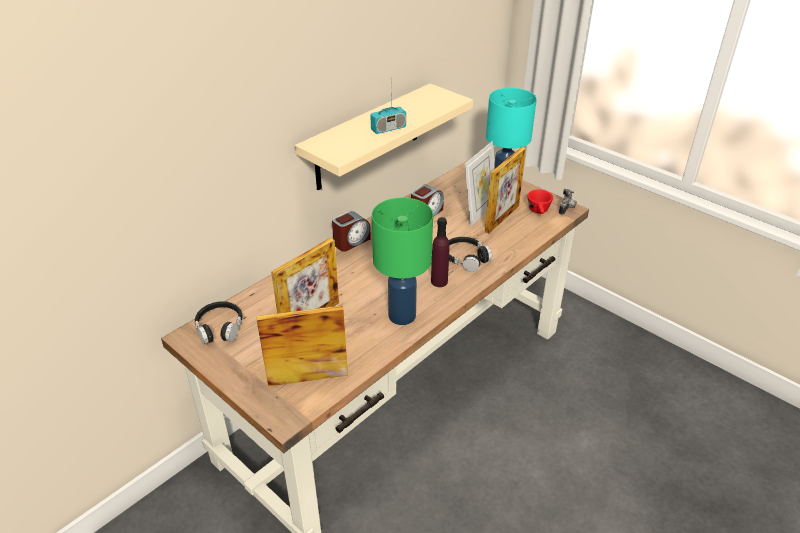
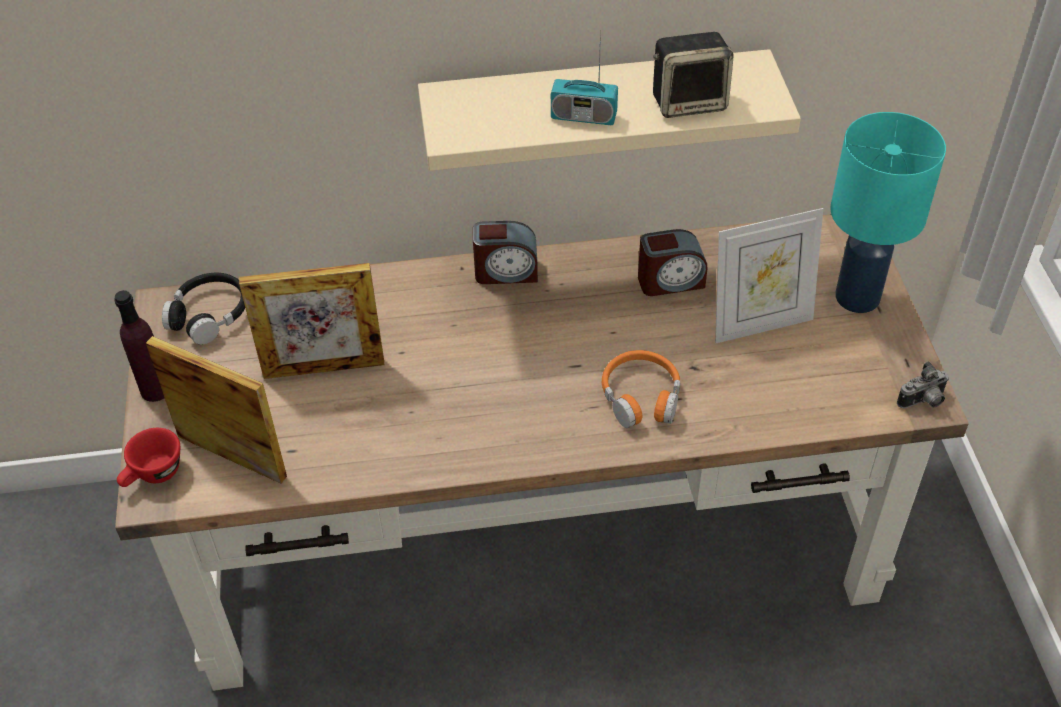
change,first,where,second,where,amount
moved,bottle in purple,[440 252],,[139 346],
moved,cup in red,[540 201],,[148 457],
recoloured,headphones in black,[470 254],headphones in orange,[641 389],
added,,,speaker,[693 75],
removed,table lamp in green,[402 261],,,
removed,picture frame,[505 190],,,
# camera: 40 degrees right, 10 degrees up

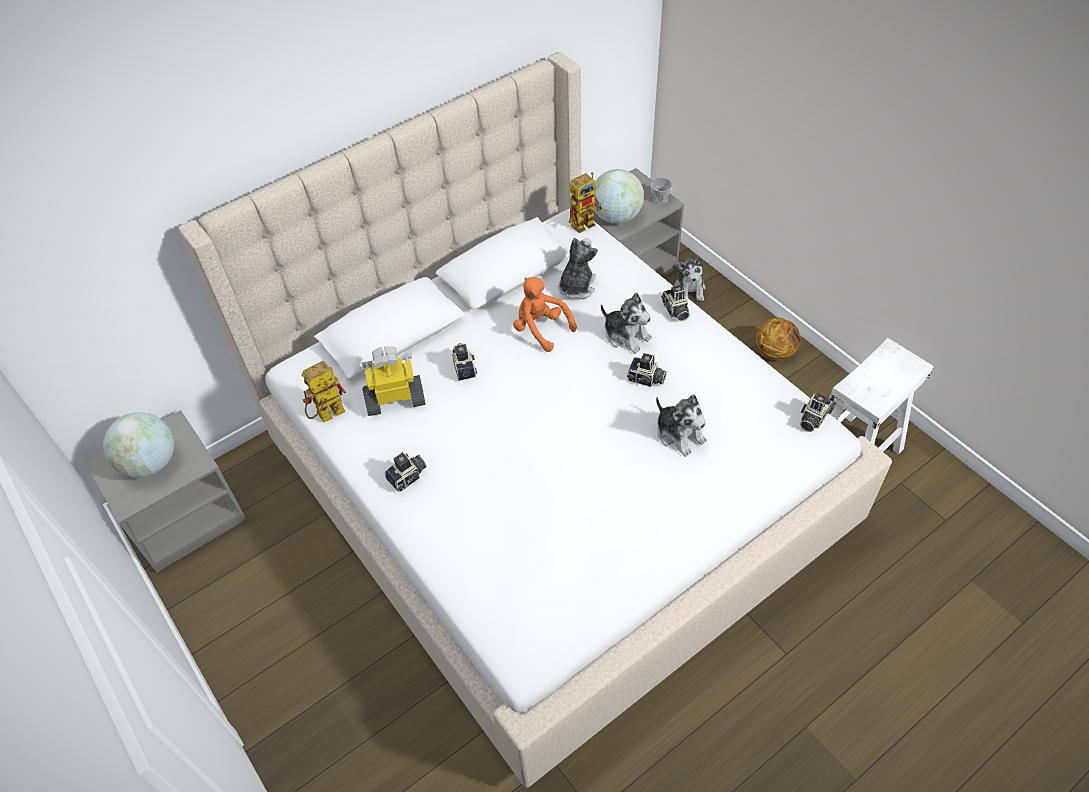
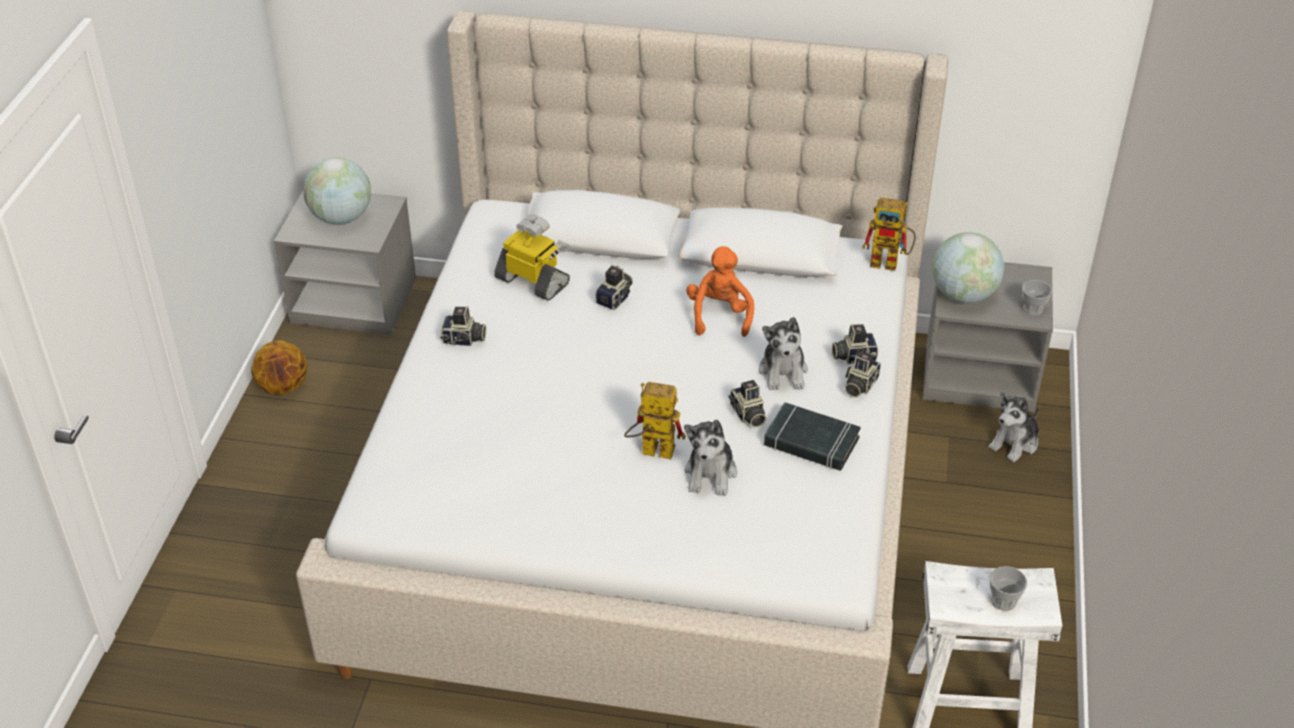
change,first,where,second,where,amount
moved,basketball,[778 339],,[279 367],
moved,toy robot,[324 392],,[654 420],
added,,,book in black,[812 436],
moved,photo camera,[816 412],,[855 344],
added,,,cup,[1008 588],
removed,plush toy,[578 268],,,
# camera: 45 degrees right, 10 degrees down

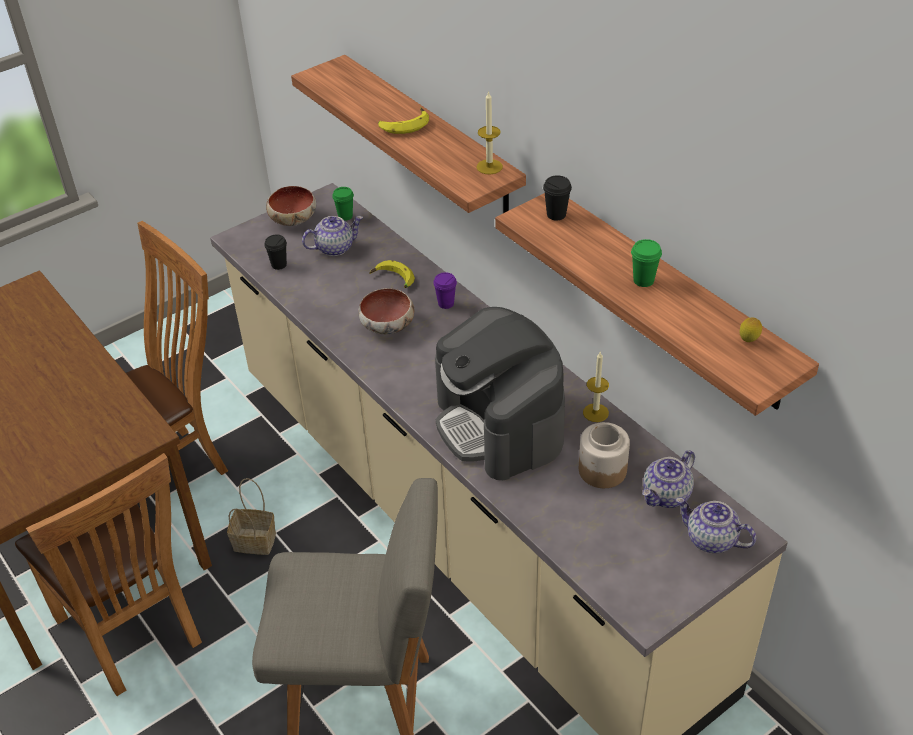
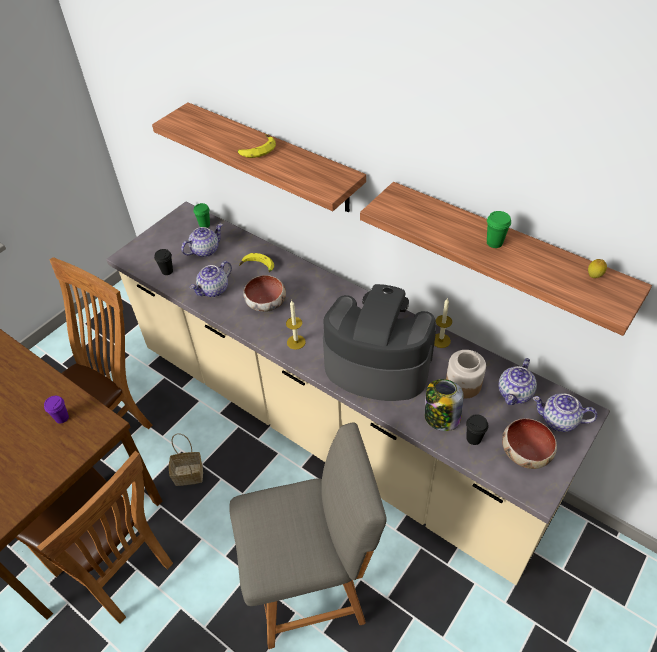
change,first,where,second,where,amount
moved,cup in purple,[445 290],,[56 410],
added,,,teapot,[210 279],
moved,candle,[489 132],,[296 325],
turned,coffee machine,[500 393],,[379 342],150 degrees clockwise
added,,,jar,[444 405],
moved,cup in black,[557 198],,[477 429],
moved,bowl,[291 206],,[529 443],
# camera: 15 degrees left, 5 degrees up

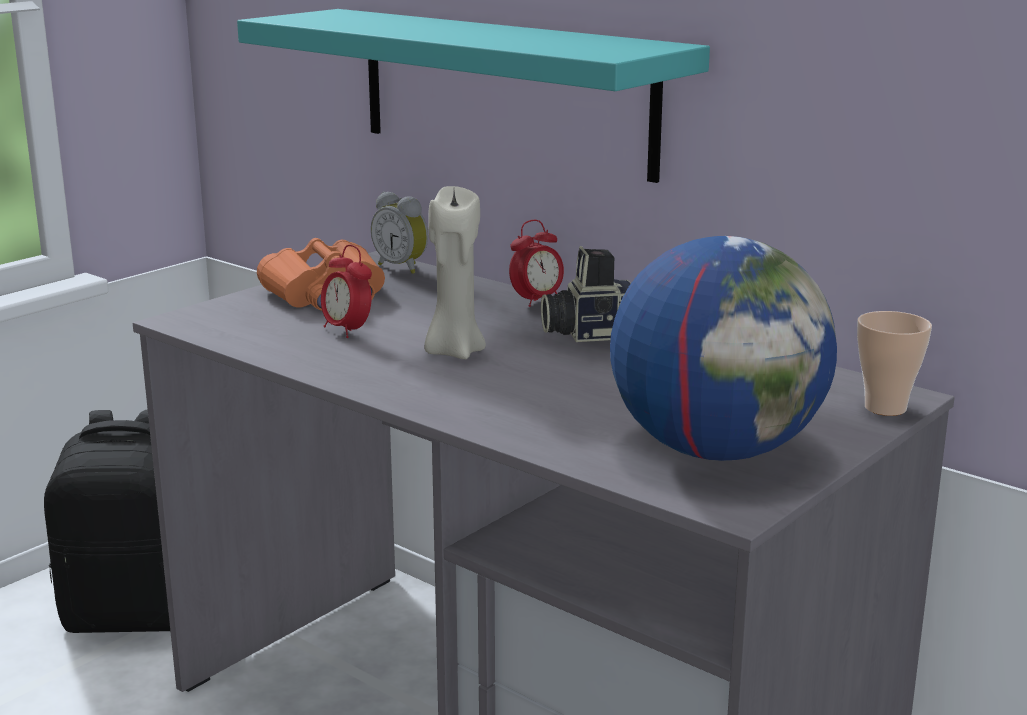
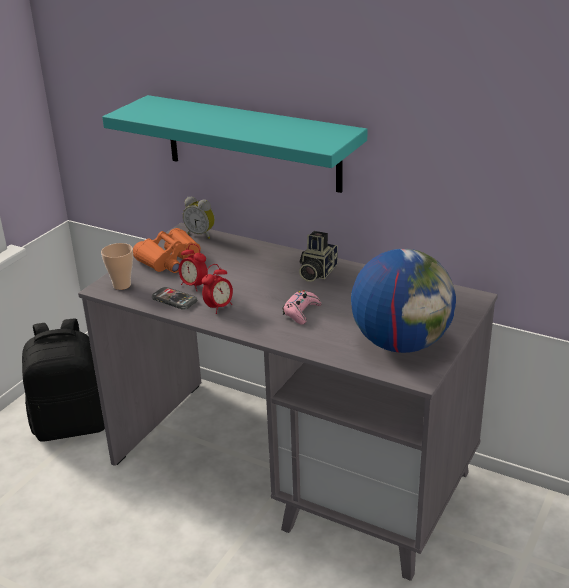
change,first,where,second,where,amount
moved,cup,[894 363],,[117 266],
added,,,phone,[174 298],
moved,alarm clock,[536 263],,[217 289],
added,,,game controller in pink,[301 307],
turned,photo camera,[586 294],,[318 256],45 degrees counterclockwise
removed,candle in beige,[455 272],,,
# camera: 10 degrees left, 10 degrees up

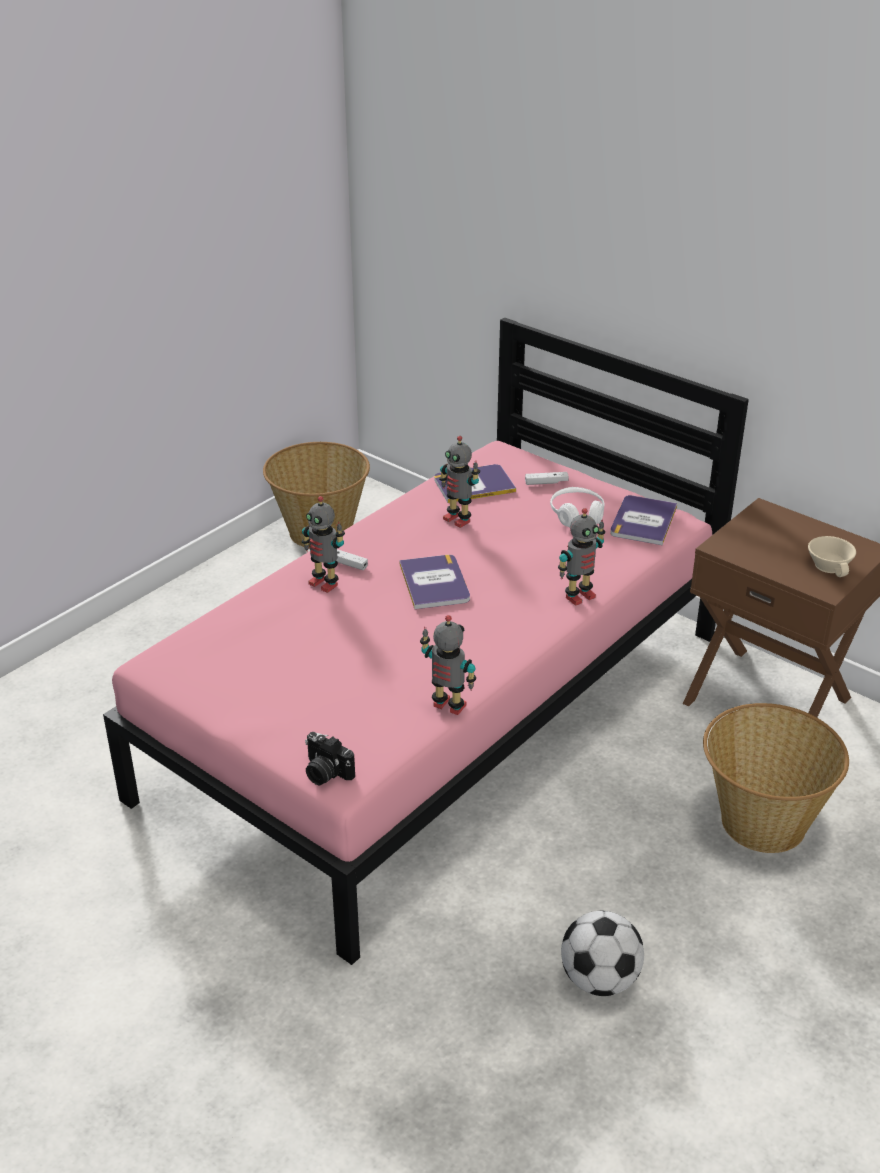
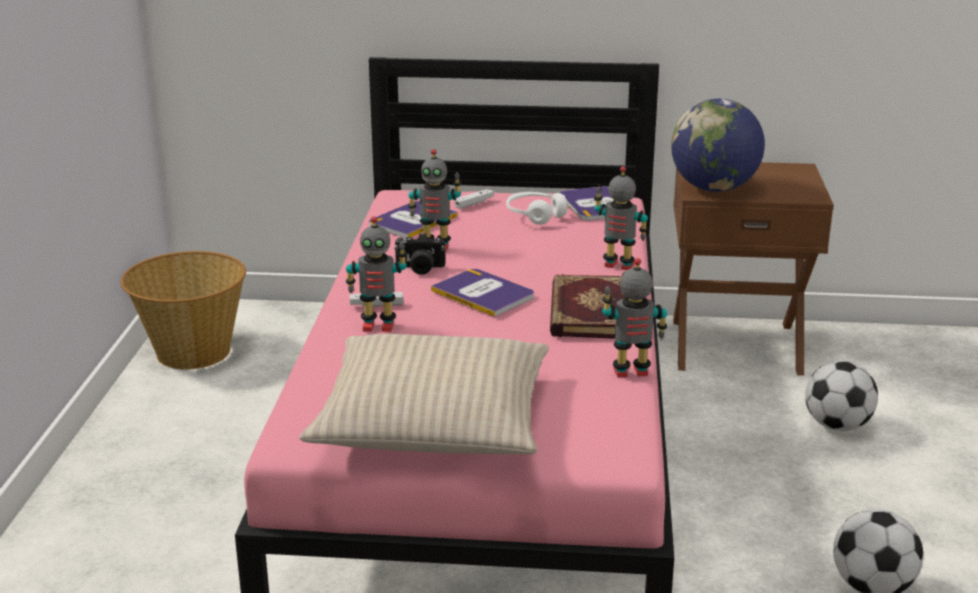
change,first,where,second,where,amount
added,,,pillow in beige,[424 394],
moved,photo camera,[330 758],,[419 254],
added,,,book,[588 306],
turned,toy robot,[581 557],,[621 218],90 degrees counterclockwise
added,,,globe,[718 145],
replaced,basket,[776 778],football,[841 396],
removed,cup in beige,[832 556],,,
# camera: 35 degrees left, 10 degrees down

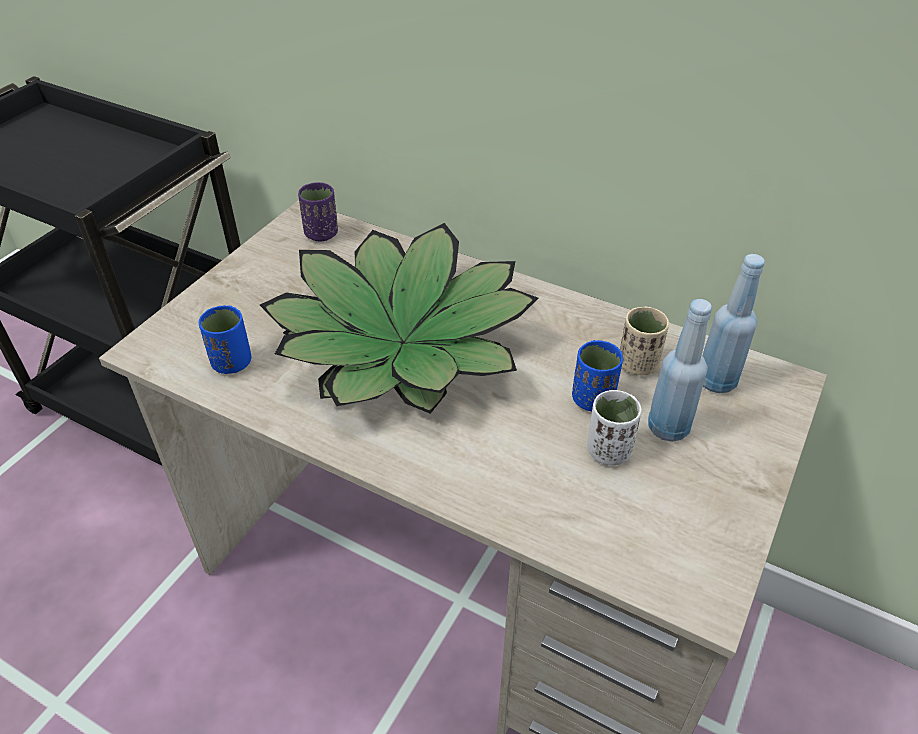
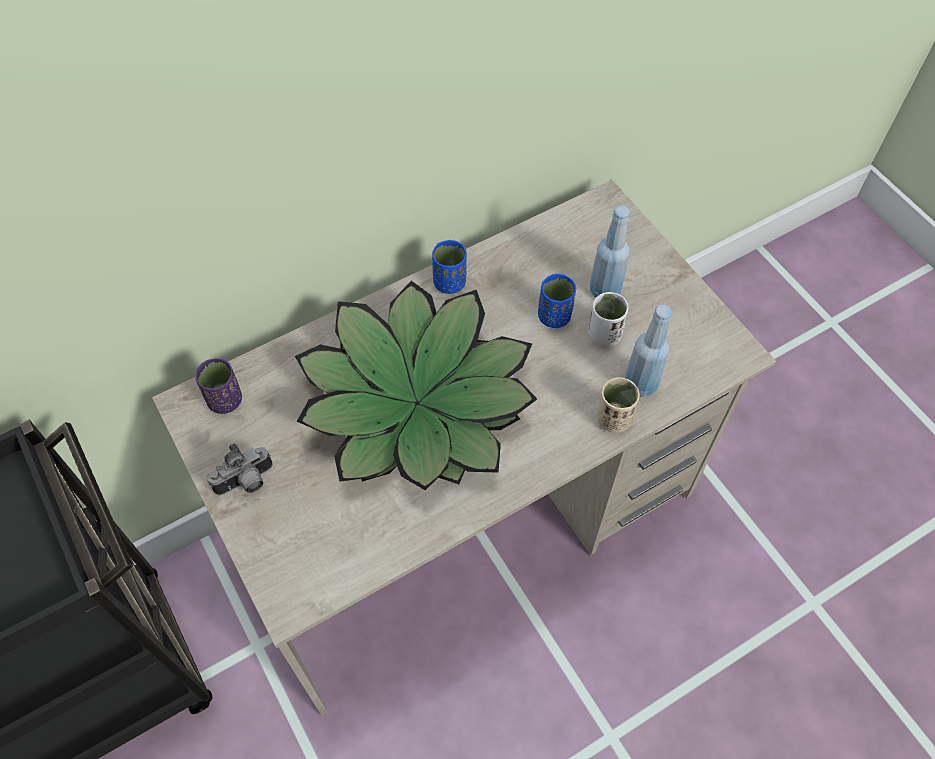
change,first,where,second,where,amount
added,,,photo camera,[239 469],
moved,cup in blue,[225 339],,[449 267],
moved,cup in beige,[644 340],,[618 405],
moved,bottle in blue,[733 323],,[648 351],
# camera: 60 degrees left, 15 degrees up

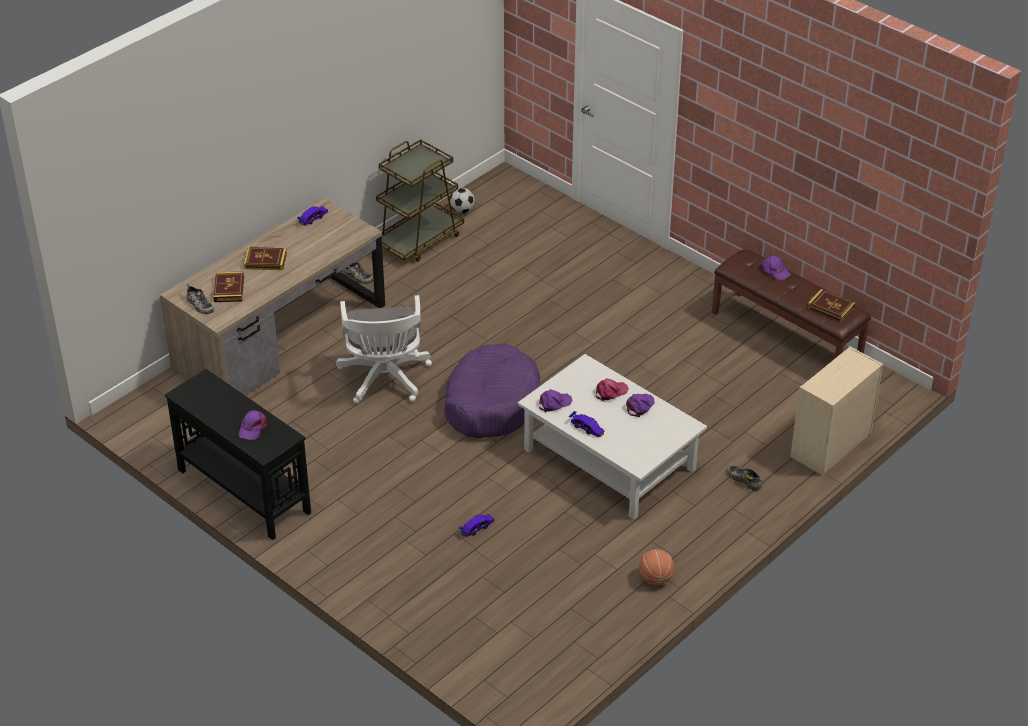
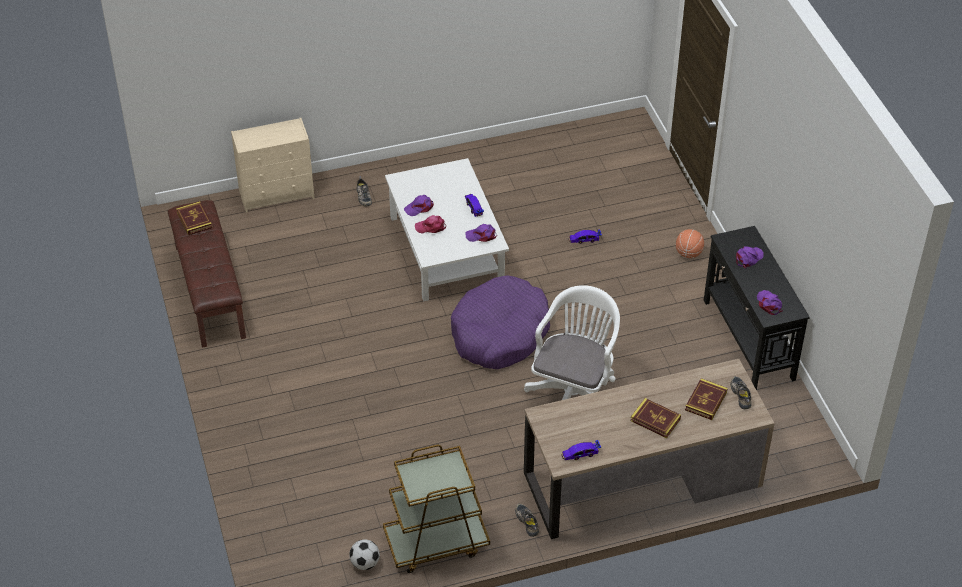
change,first,where,second,where,amount
moved,basketball,[656 567],,[690 243],
moved,cap in purple,[775 267],,[770 302],
# camera: 150 degrees left, 5 degrees up

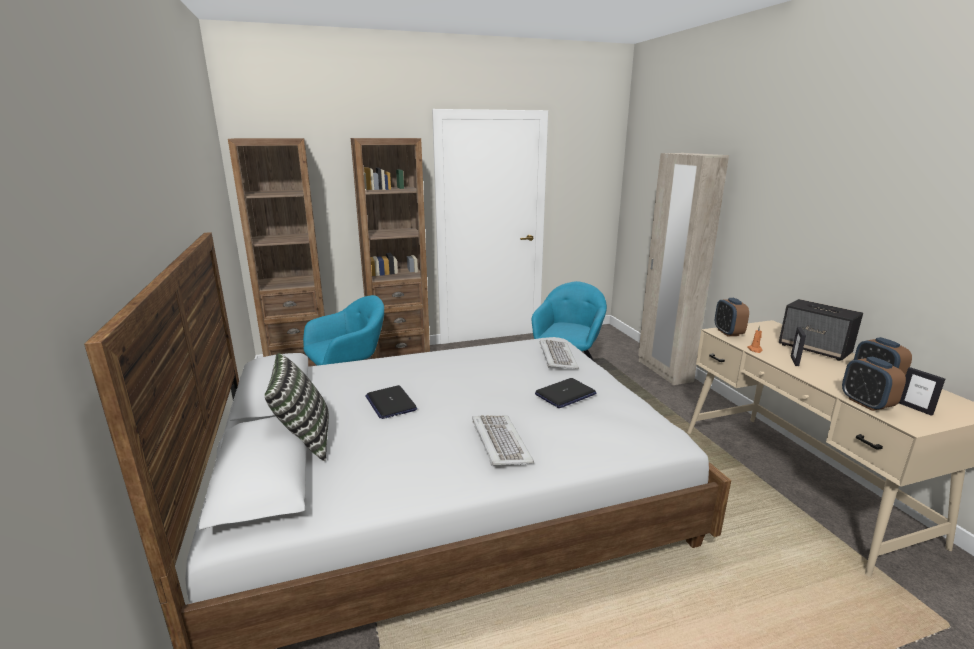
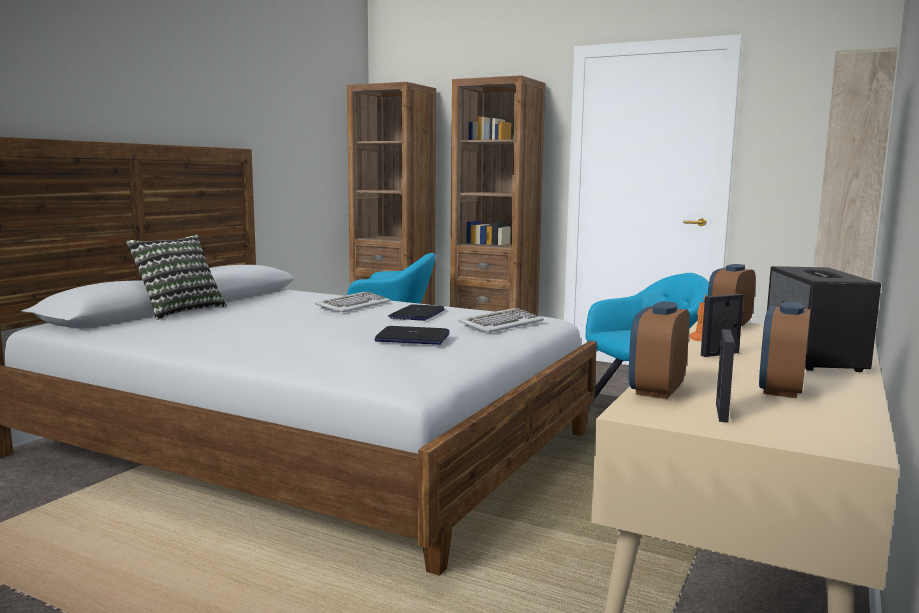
change,first,where,second,where,amount
moved,keyboard,[503 440],,[353 302],
moved,laptop,[391 402],,[416 312],
# camera: 45 degrees right, 10 degrees down

